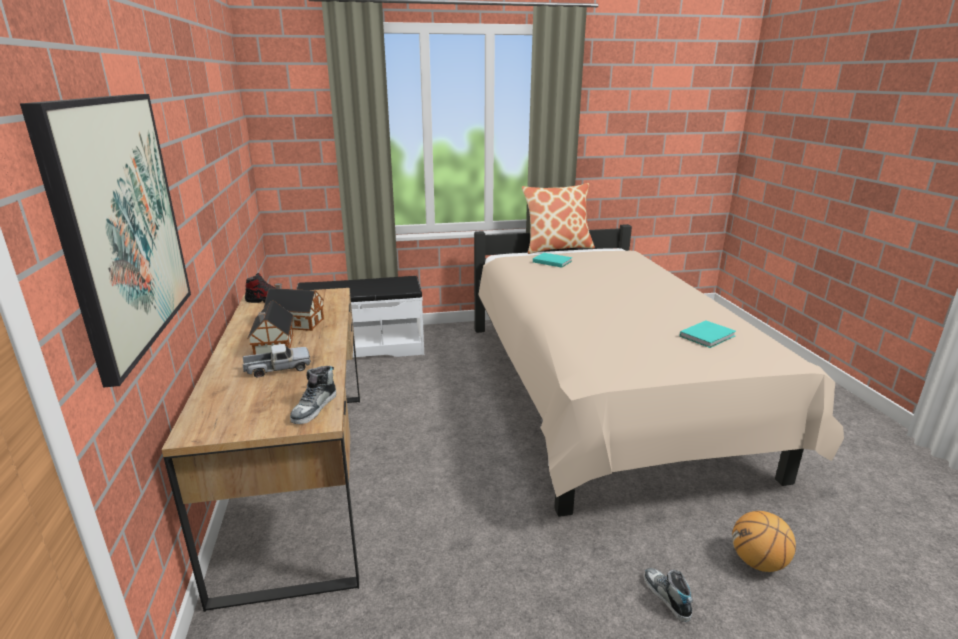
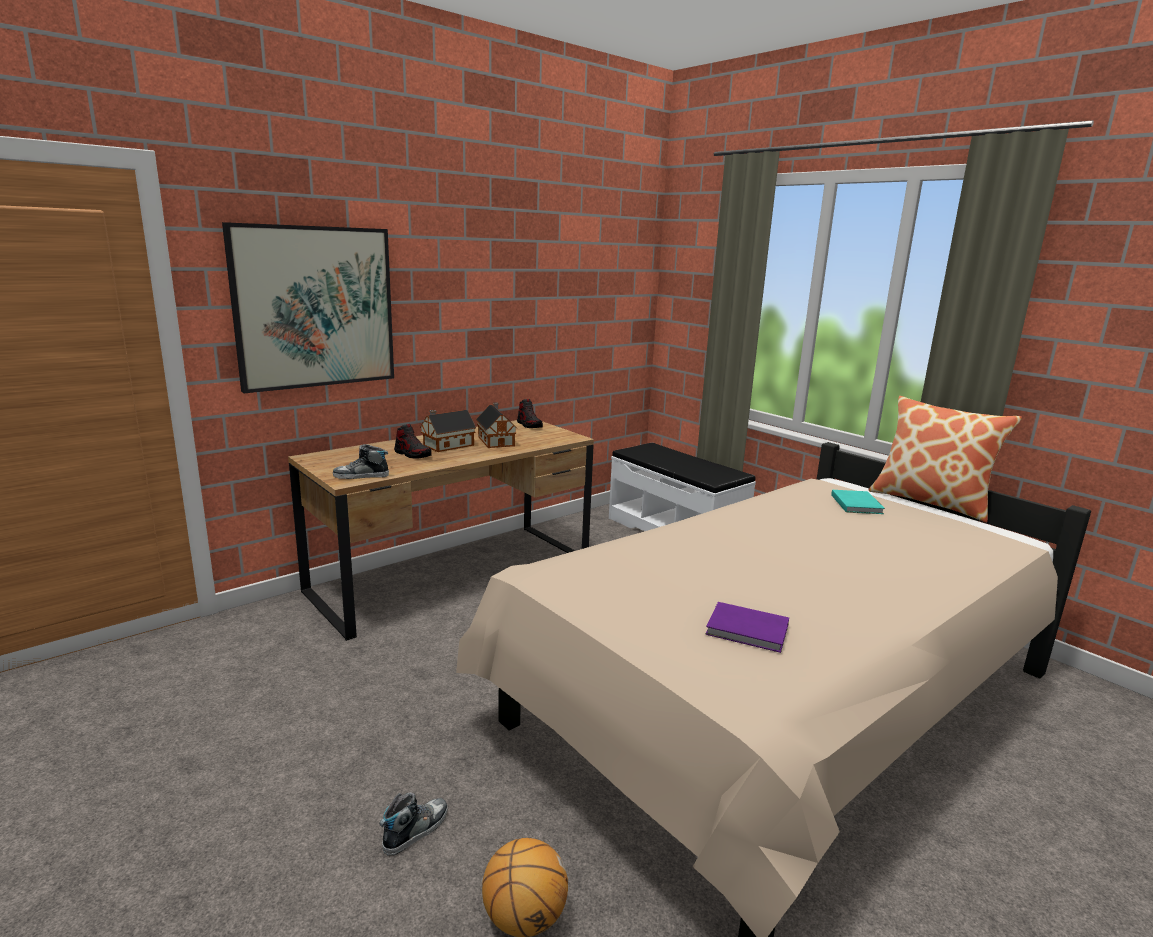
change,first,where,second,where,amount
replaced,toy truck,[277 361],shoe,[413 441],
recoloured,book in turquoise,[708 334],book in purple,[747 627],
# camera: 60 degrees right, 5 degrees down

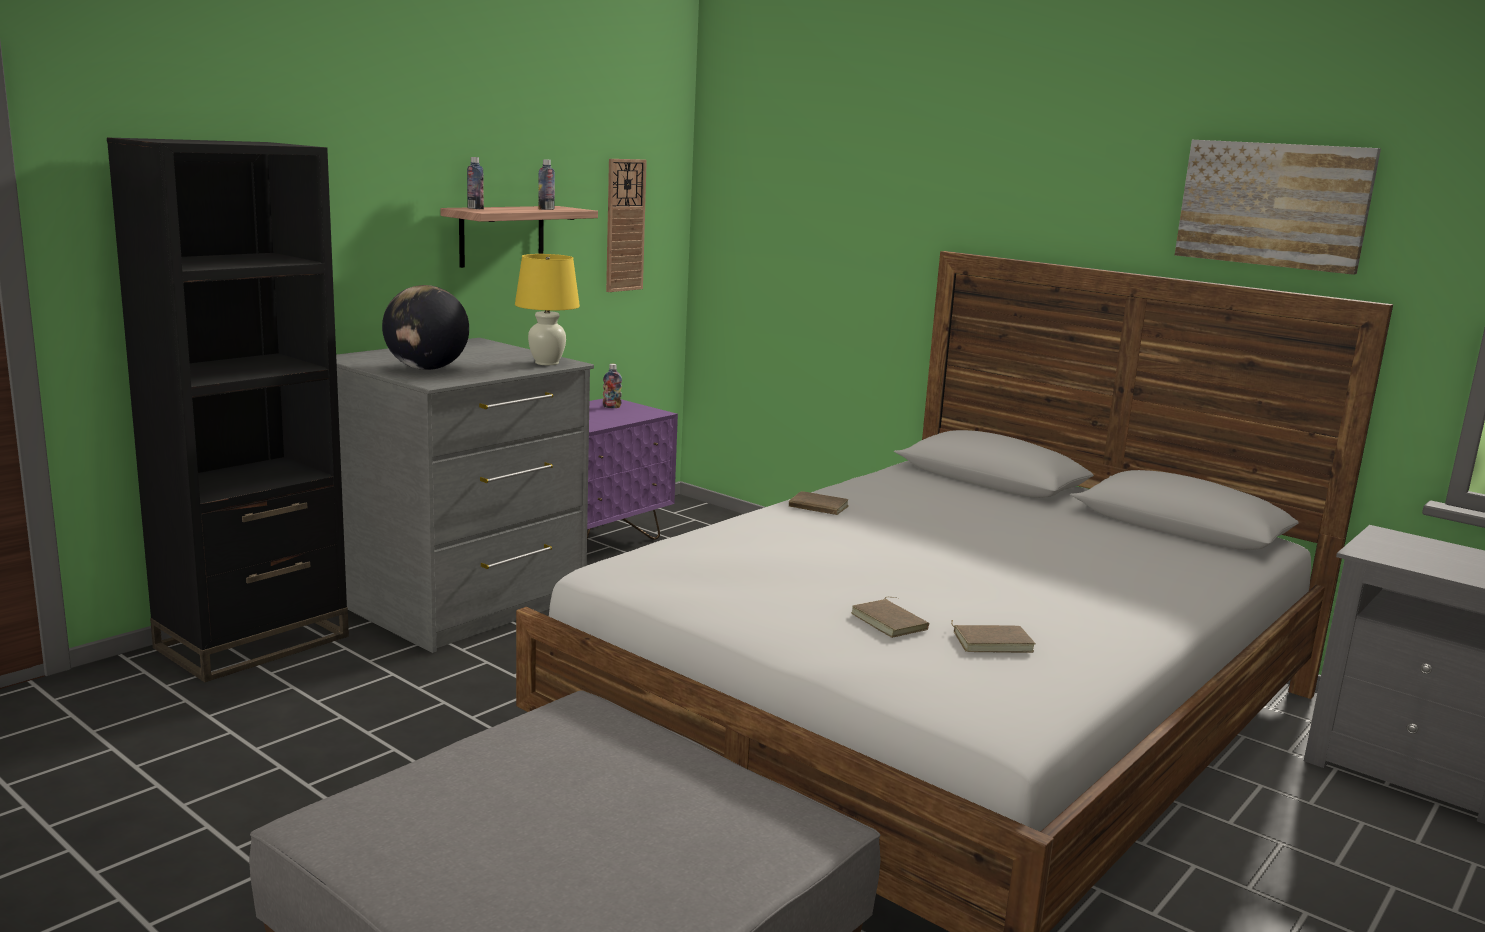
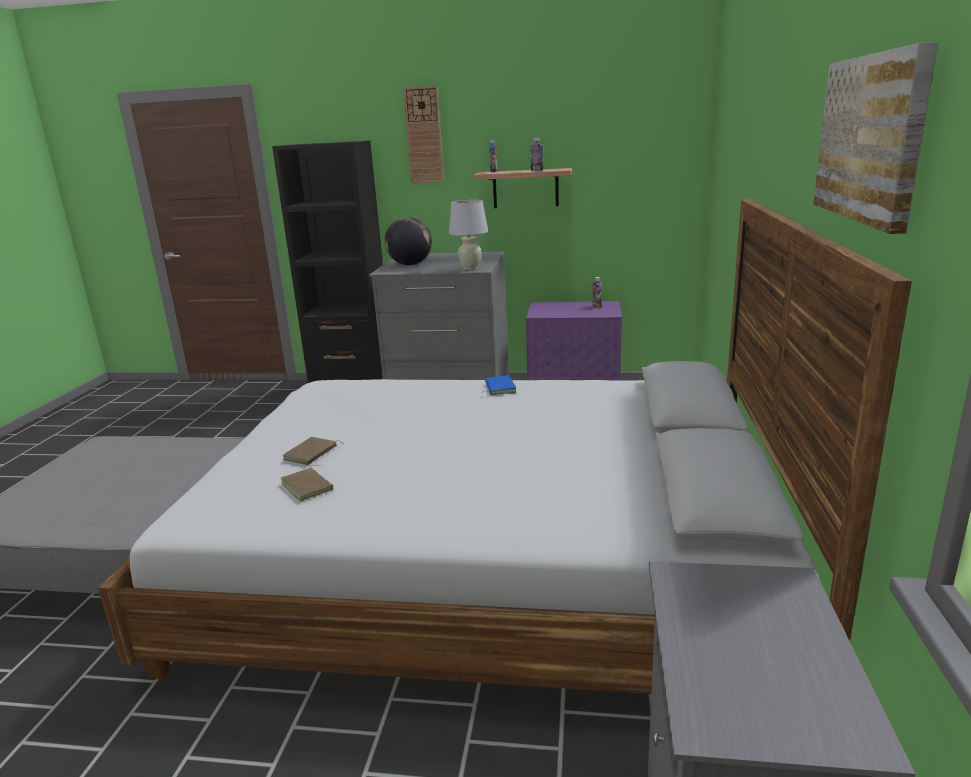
change,first,where,second,where,amount
moved,wall clock,[626 225],,[423 134],
recoloured,table lamp in yellow,[547 309],table lamp in white,[468 235],
recoloured,book in brown,[819 503],book in blue,[499 385],
# camera: 60 degrees right, 5 degrees up

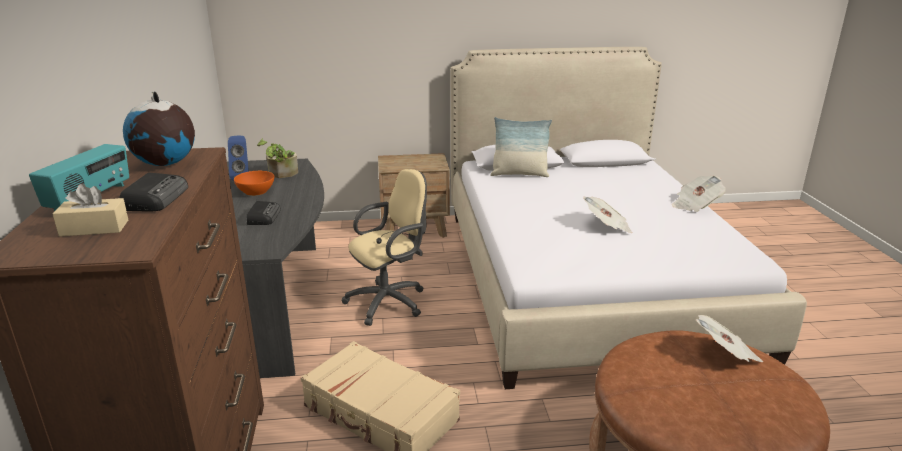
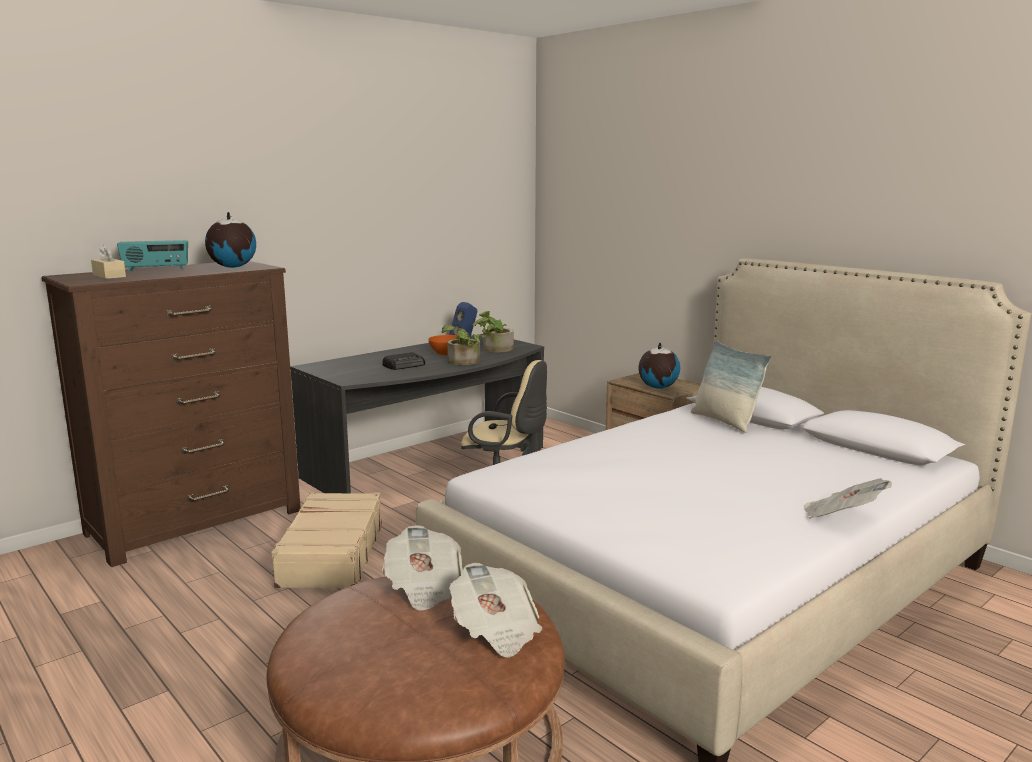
change,first,where,second,where,amount
moved,newspaper,[607 215],,[422 568],
added,,,potted plant,[463 345],
added,,,globe,[659 365],
removed,radio,[154 192],,,
# camera: 55 degrees right, 10 degrees down

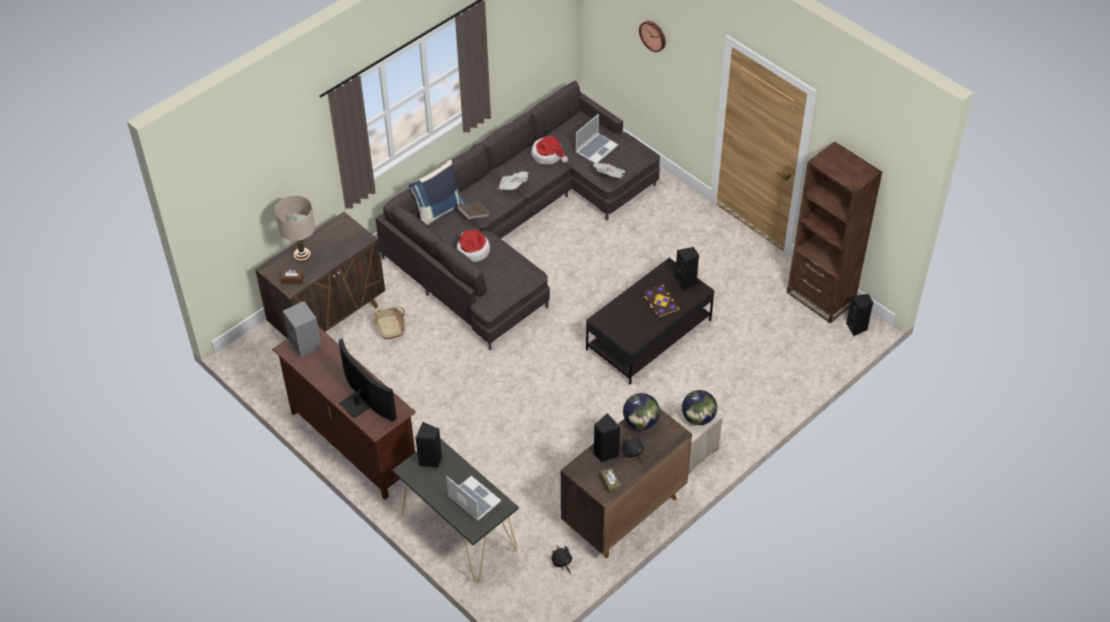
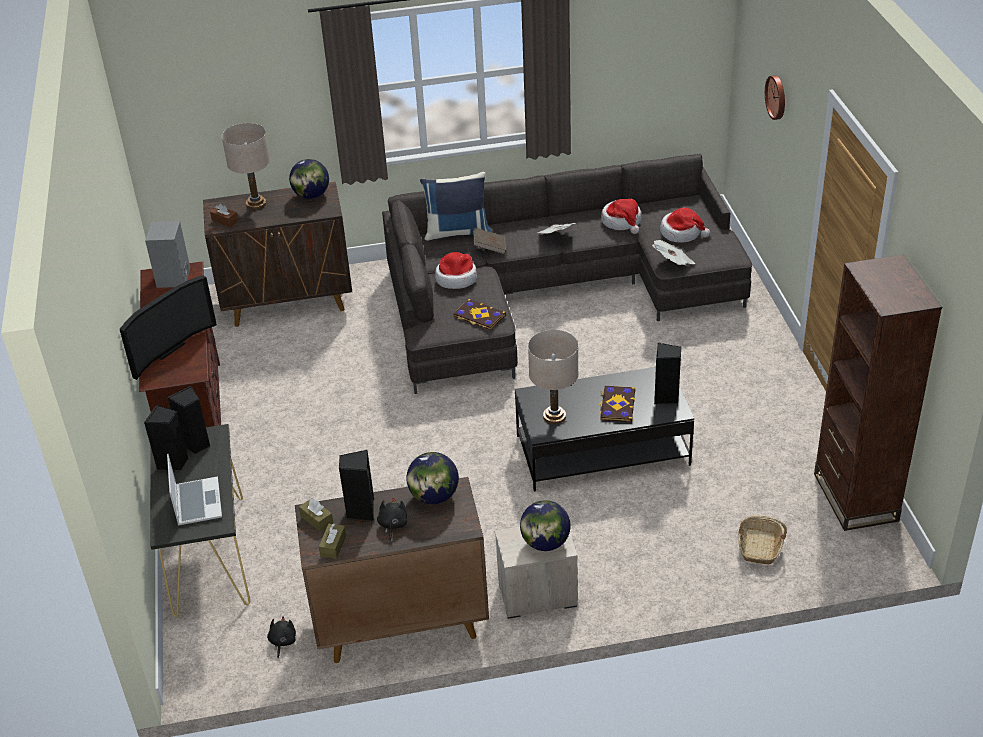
change,first,where,second,where,amount
turned,television,[367 379],,[168 327],45 degrees clockwise
moved,speaker in black,[860 315],,[166 437],
added,,,globe,[309 179],
added,,,tissue box in brown,[316 515],
added,,,book,[479 314],
added,,,table lamp in beige,[553 377],
replaced,laptop,[597 138],hat,[685 225],
moved,basket,[389 323],,[762 539],
# camera: 35 degrees right, 10 degrees down

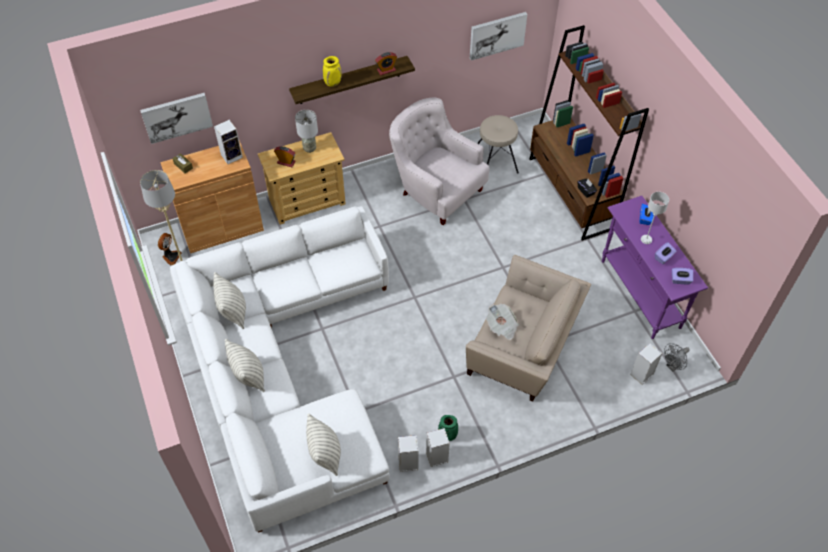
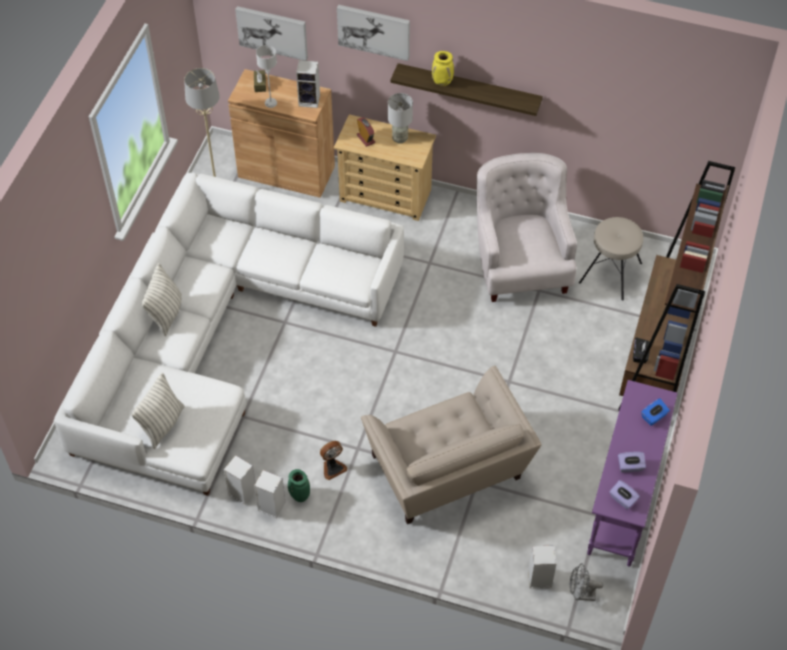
change,first,where,second,where,amount
moved,table lamp in grey,[655 218],,[266 76],
moved,fan,[170 249],,[333 460],
moved,picture,[498 36],,[373 33],
removed,pillow,[229 300],,,
removed,alarm clock,[386 63],,,
removed,newspaper,[502 322],,,
# camera: 40 degrees right, 0 degrees up

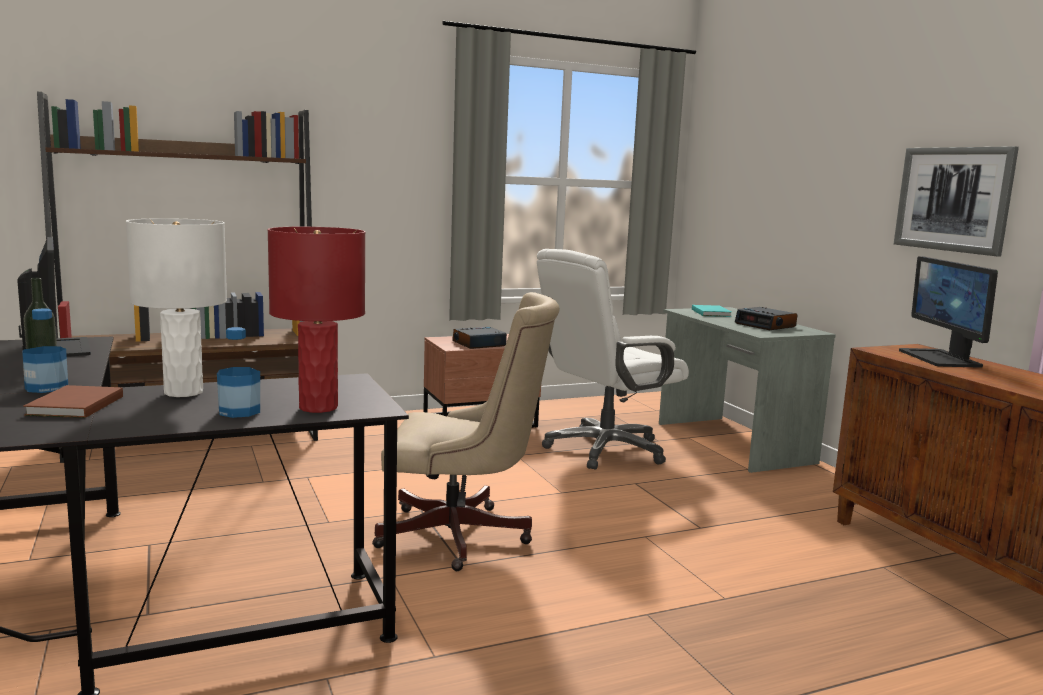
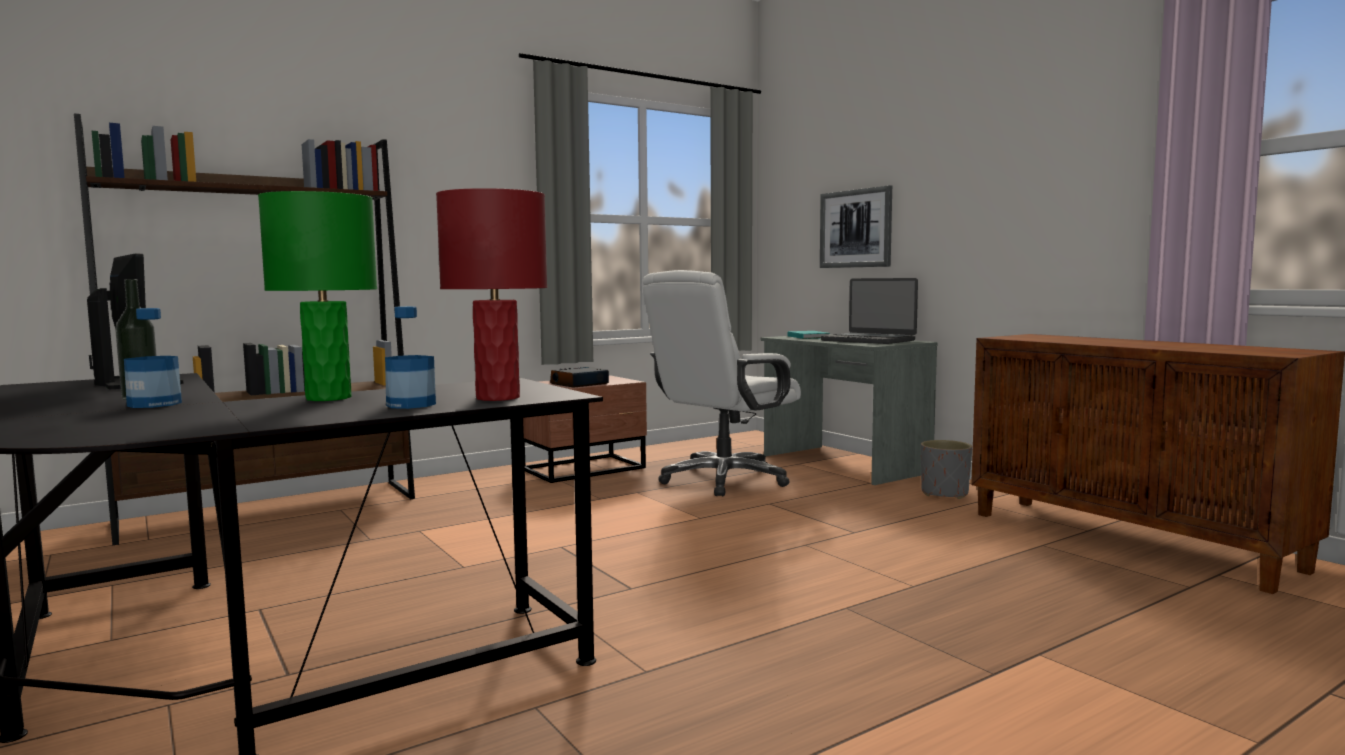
change,first,where,second,where,amount
recoloured,table lamp in white,[176 307],table lamp in green,[317 296],
moved,picture,[956 201],,[856 226],
replaced,alarm clock,[766 318],laptop,[869 311],
added,,,planter in grey,[946 469],
removed,book in brown,[73 401],,,
removed,office chair in beige,[466 431],,,
removed,monitor,[948 312],,,
# camera: 10 degrees left, 5 degrees down

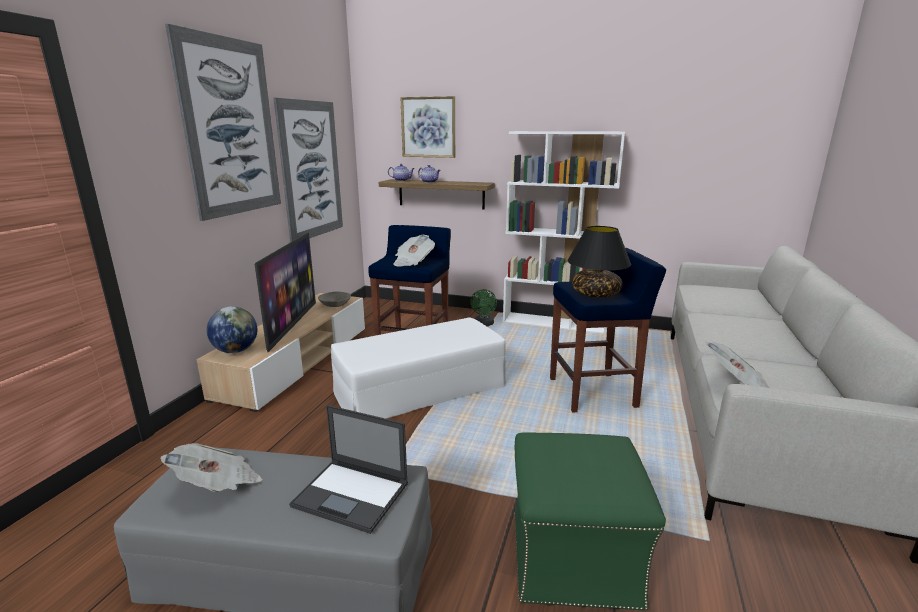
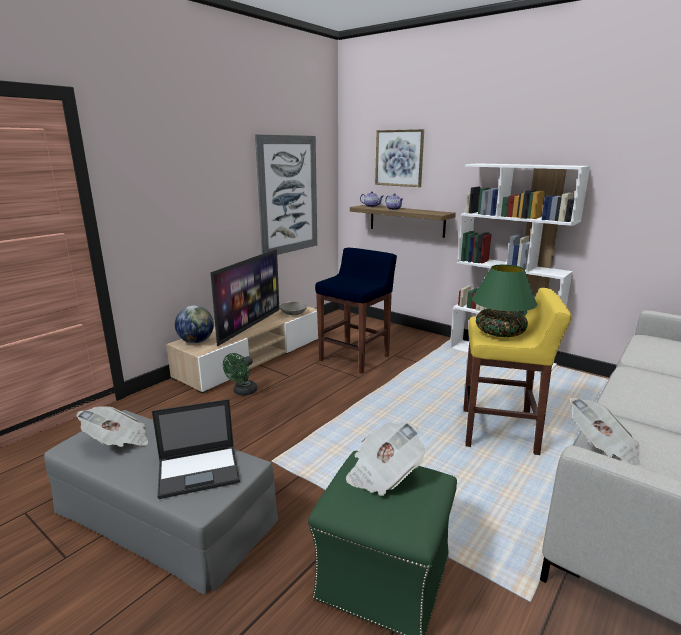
change,first,where,second,where,amount
turned,laptop,[348 469],,[196 449],60 degrees counterclockwise
moved,fan in green,[483 307],,[240 374],
moved,newspaper,[414 250],,[385 459],
recoloured,stool in blue,[608 330],stool in yellow,[517 371],
recoloured,table lamp in black,[599 261],table lamp in green,[504 301],
removed,picture,[223 122],,,
removed,ottoman in white,[418 368],,,
# camera: 20 degrees right, 0 degrees up

